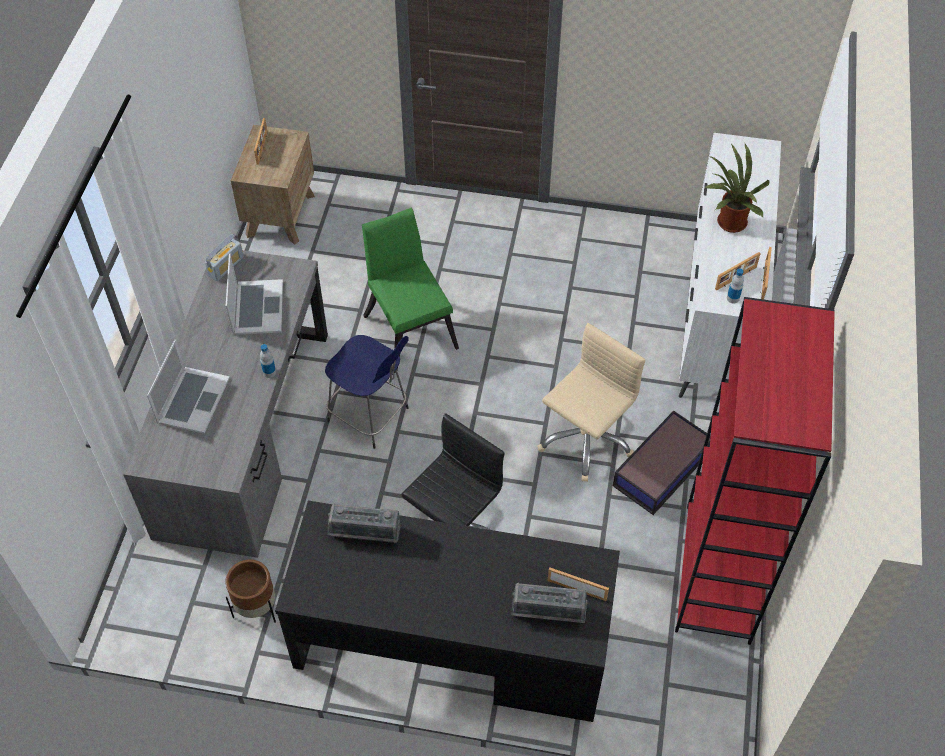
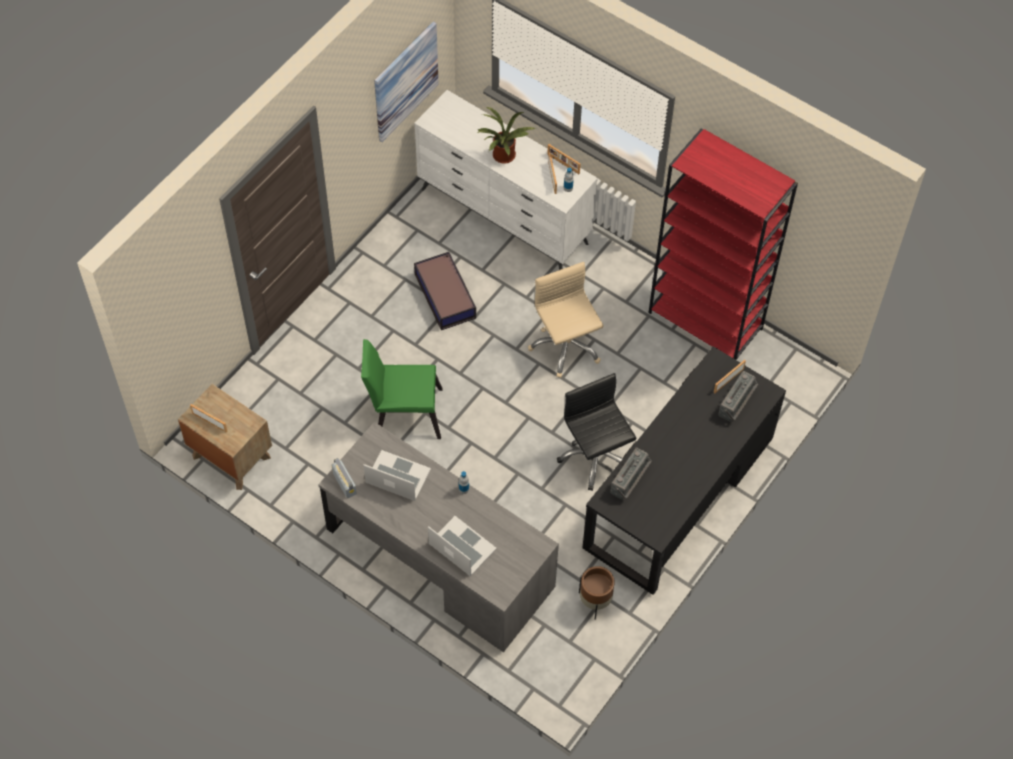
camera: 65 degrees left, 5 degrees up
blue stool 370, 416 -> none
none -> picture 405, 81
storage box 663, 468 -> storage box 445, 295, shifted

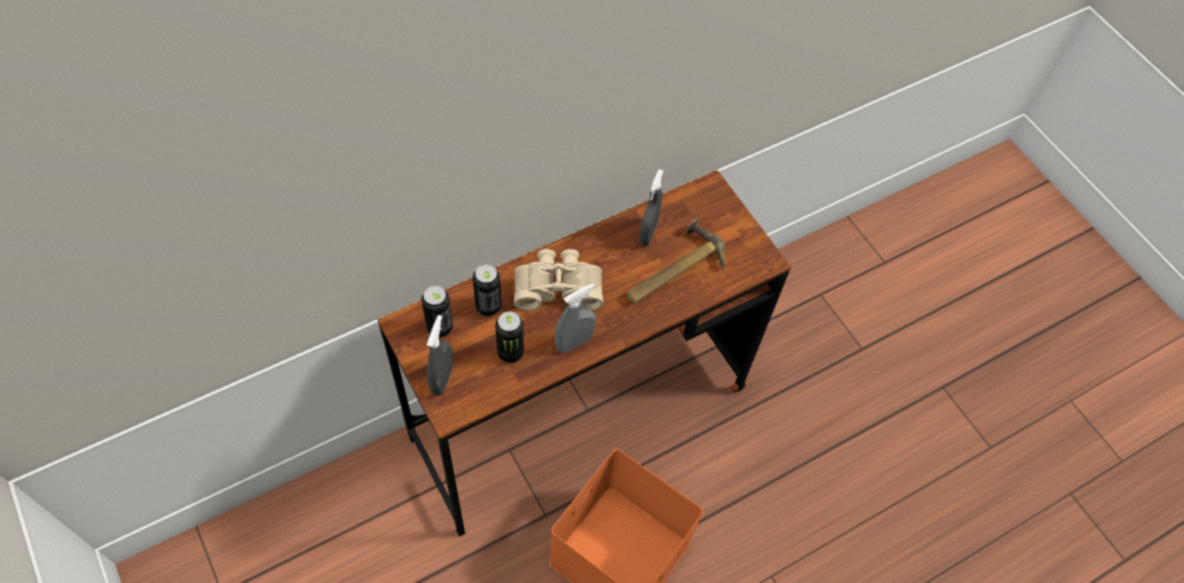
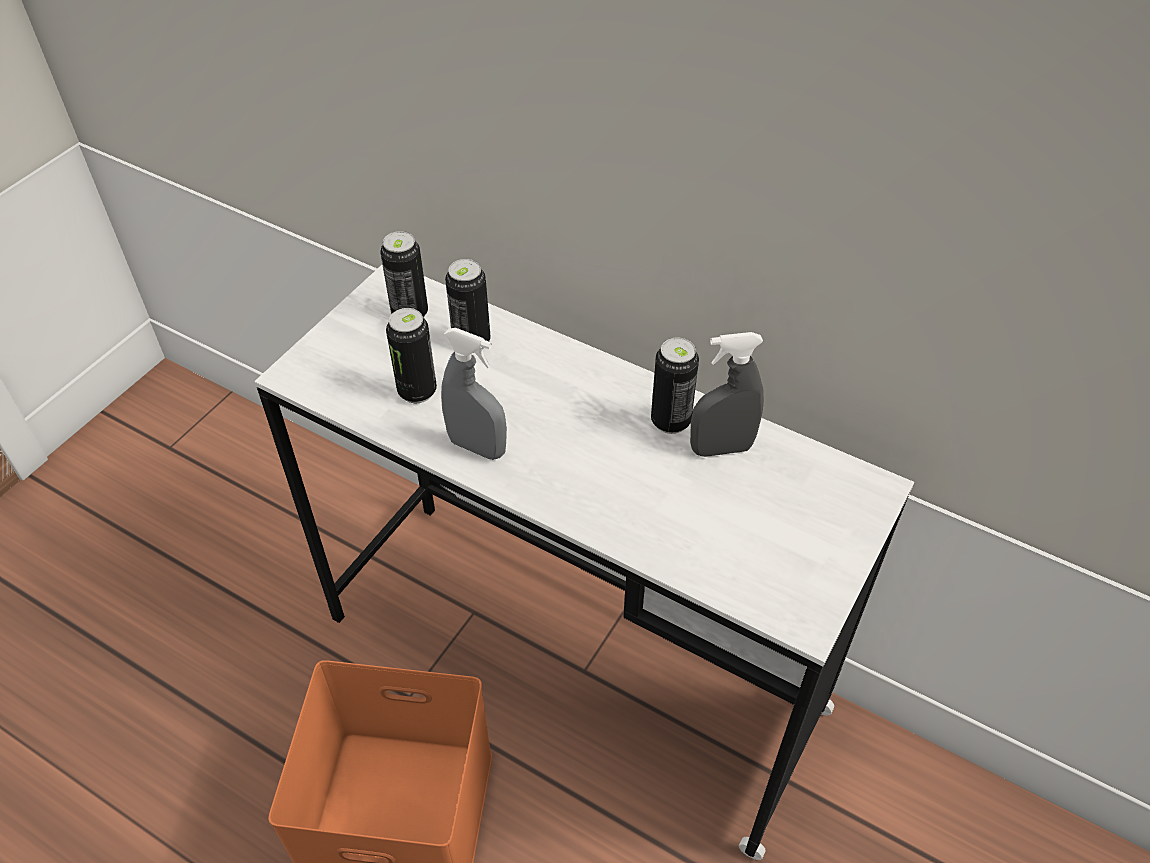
camera: 65 degrees right, 10 degrees down
grey spray bottle 442, 379 -> none
beige binoculars 558, 286 -> none
hammer 672, 269 -> none
none -> can 670, 421
brown desk 579, 413 -> white desk 573, 662

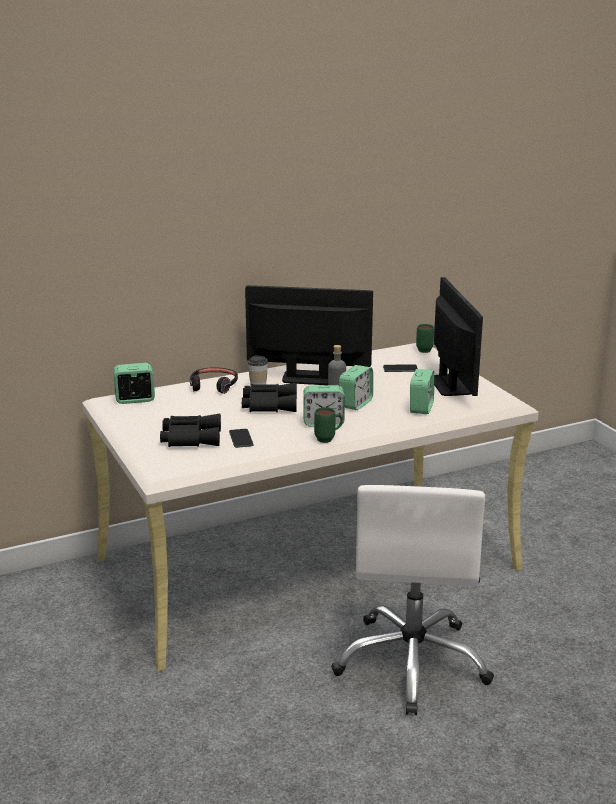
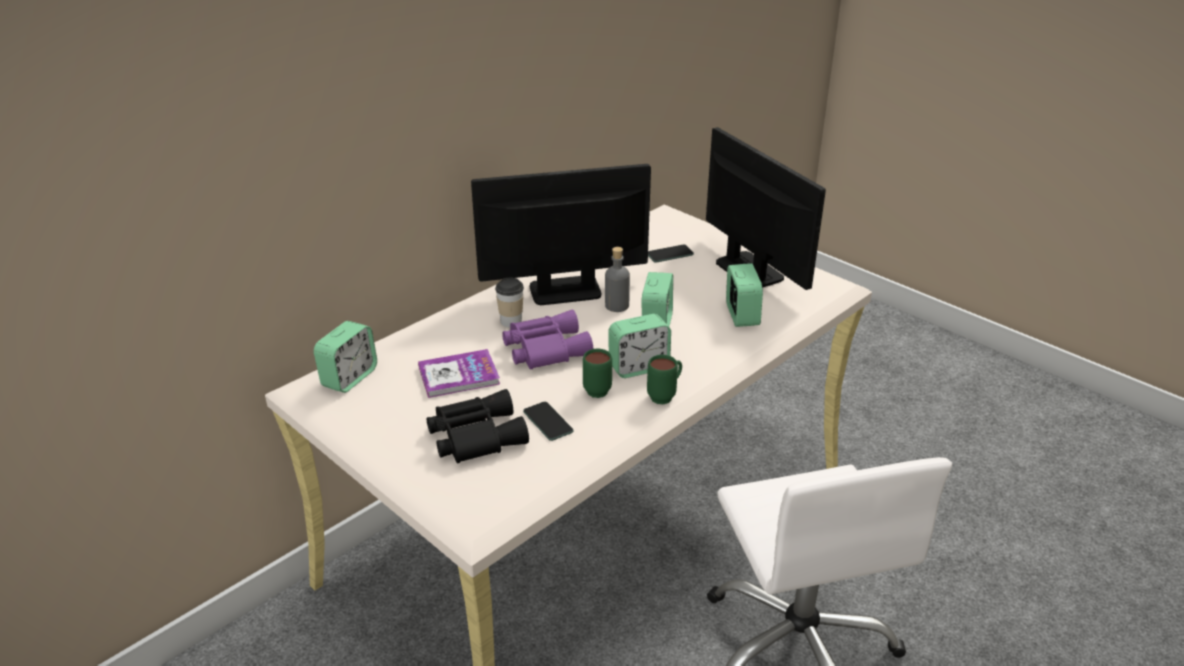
camera: 20 degrees left, 10 degrees up
black headphones 213, 386 -> none
none -> book 459, 375
green mug 424, 349 -> green mug 596, 388, shifted
black binoculars 269, 404 -> purple binoculars 544, 348
alarm clock 135, 400 -> alarm clock 349, 378, 150 degrees clockwise

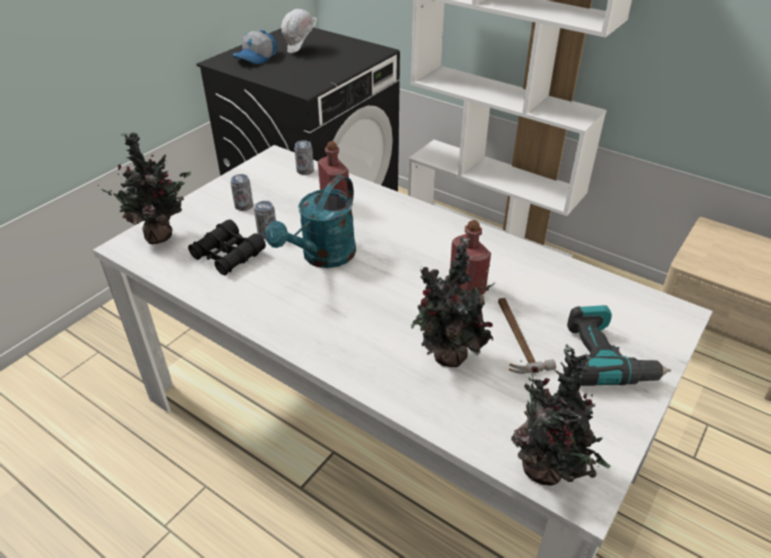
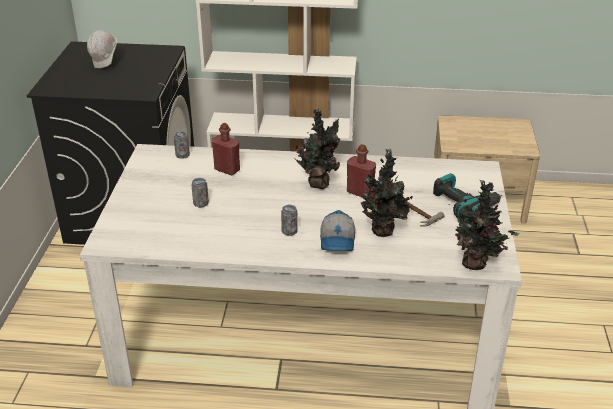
camera: 30 degrees left, 5 degrees down
black binoculars 228, 255 -> none
turquoise watering can 322, 257 -> none
potted plant 161, 235 -> potted plant 319, 183, shifted
can 244, 206 -> can 289, 231, shifted
cap 256, 58 -> cap 338, 241, shifted

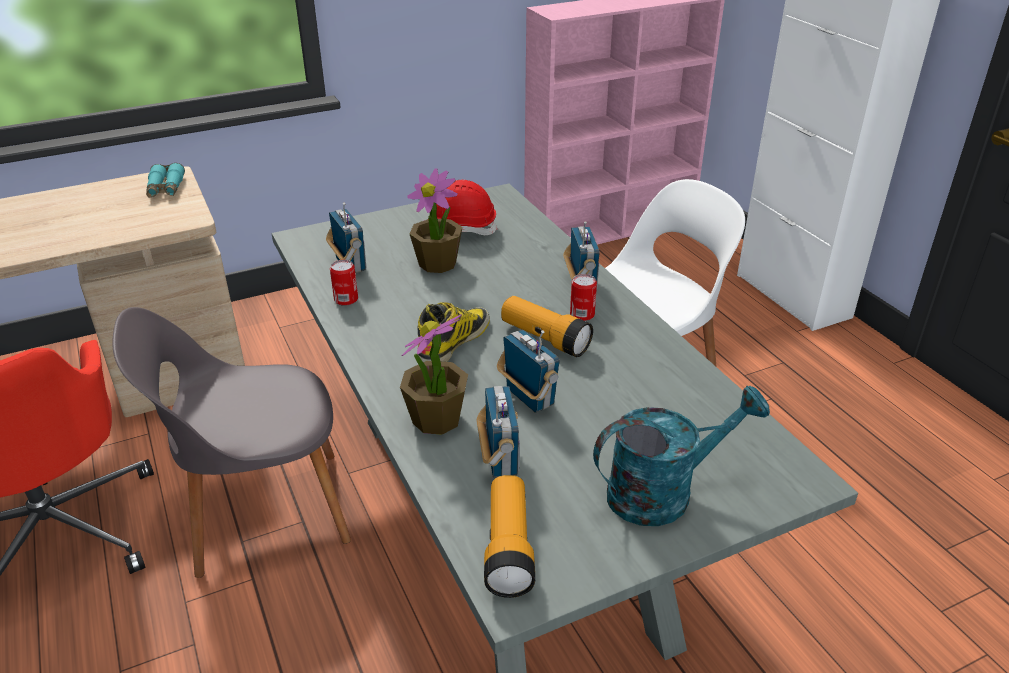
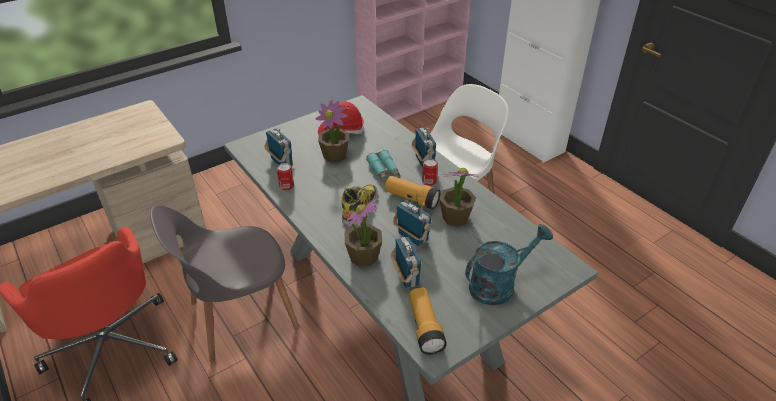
camera: 10 degrees left, 5 degrees up
none -> potted plant 455, 218
turquoise binoculars 166, 188 -> turquoise binoculars 384, 171, shifted

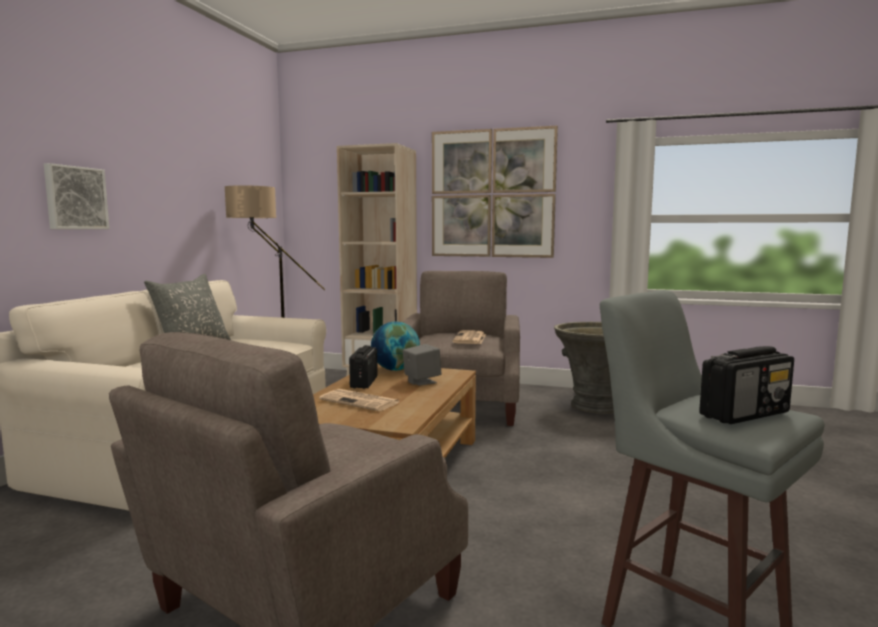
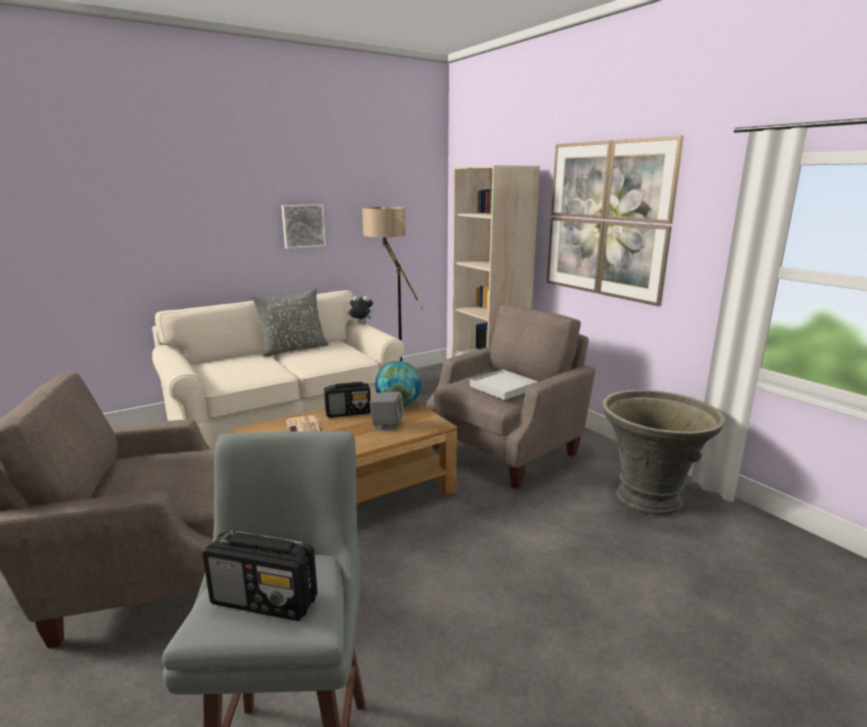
camera: 40 degrees right, 10 degrees up
none -> plush toy 361, 324
picture 75, 198 -> picture 303, 226, shifted
newspaper 470, 338 -> white tray 503, 387
radio 364, 382 -> radio 348, 412, 150 degrees counterclockwise

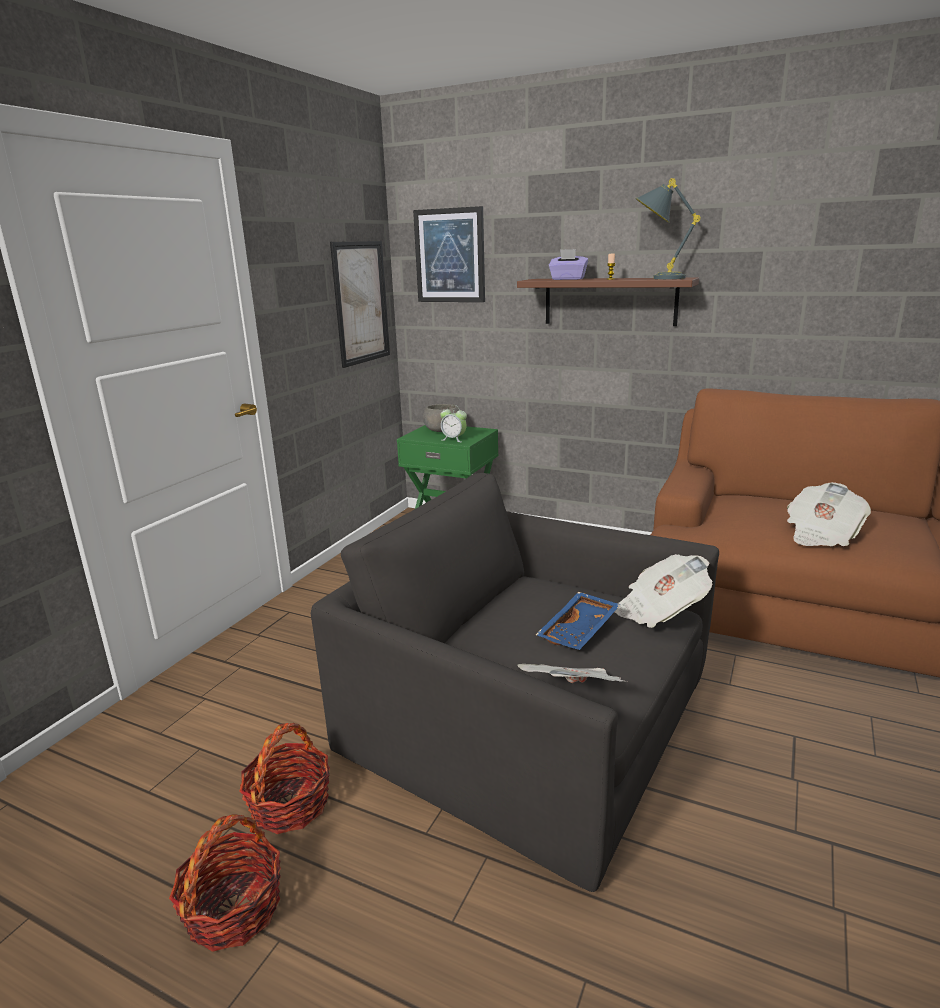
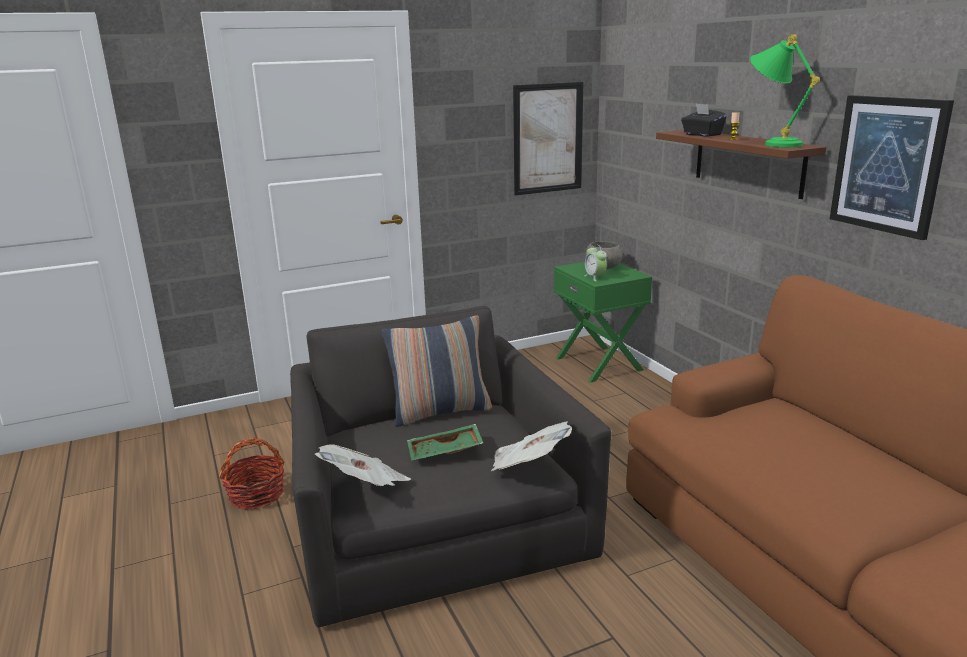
camera: 40 degrees right, 0 degrees up
basket 234, 909 -> none
newspaper 821, 534 -> none
none -> pillow 440, 412
picture 450, 256 -> picture 888, 165, shifted
blue tray 580, 631 -> green tray 445, 452
purple tissue box 568, 279 -> black tissue box 702, 135
grey table lamp 656, 278 -> green table lamp 771, 144

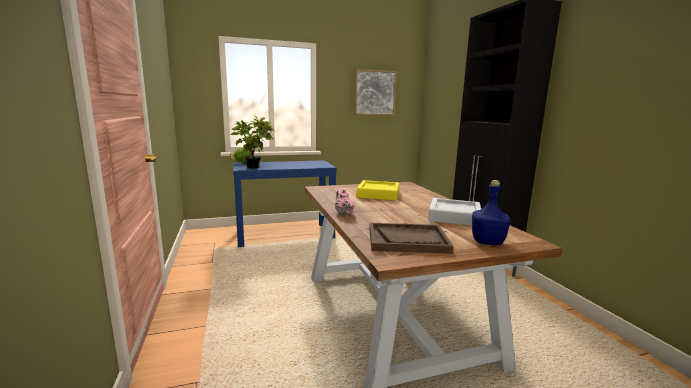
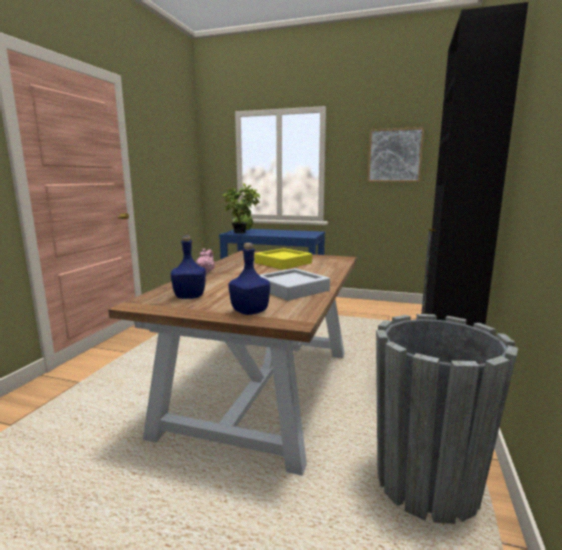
camera: 35 degrees right, 0 degrees up
none -> grey planter 427, 483
brown tray 407, 240 -> blue bottle 190, 297

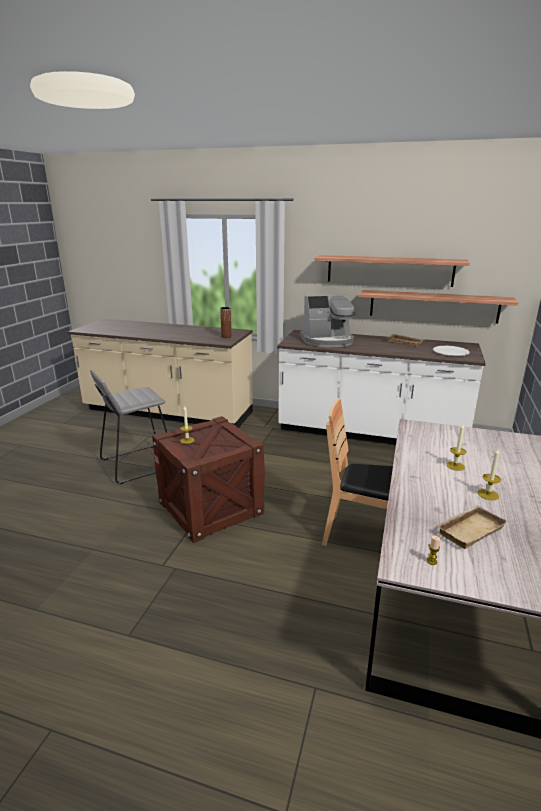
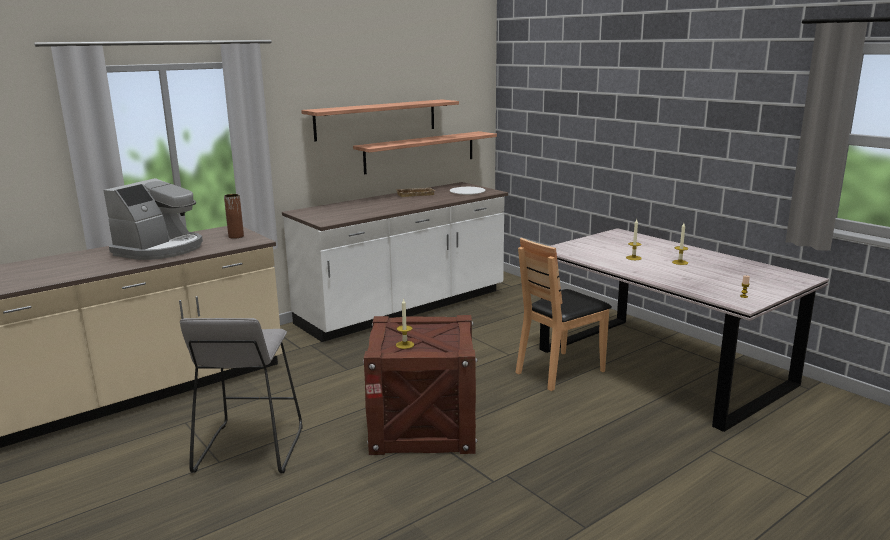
camera: 55 degrees left, 5 degrees down
beige tray 469, 529 -> none
coffee machine 328, 341 -> coffee machine 160, 249, shifted

